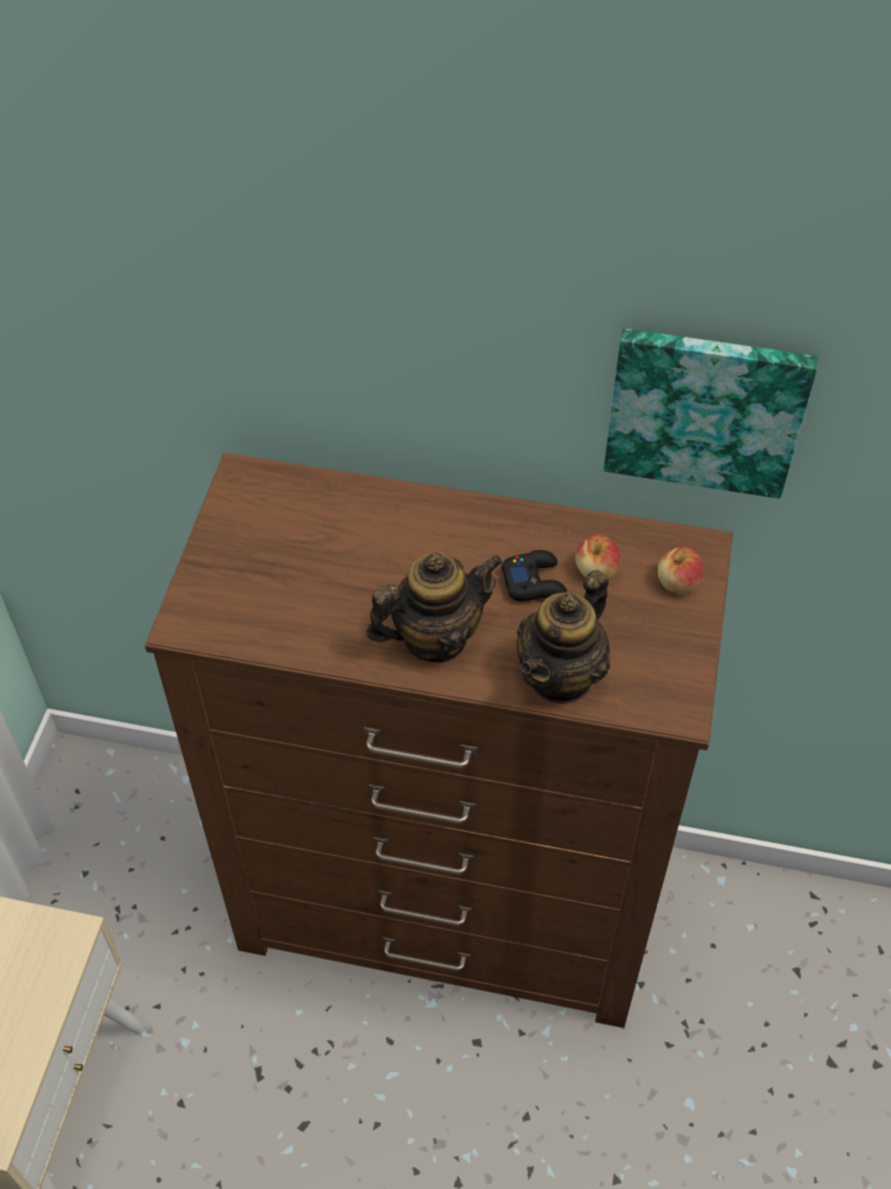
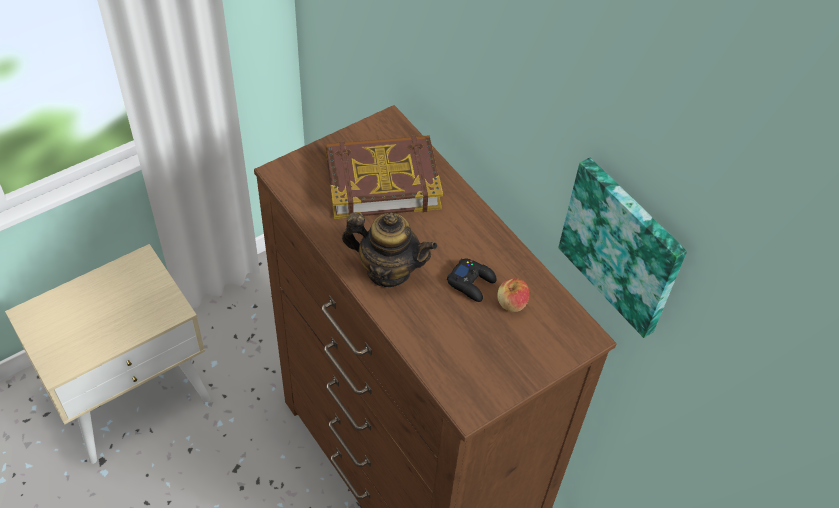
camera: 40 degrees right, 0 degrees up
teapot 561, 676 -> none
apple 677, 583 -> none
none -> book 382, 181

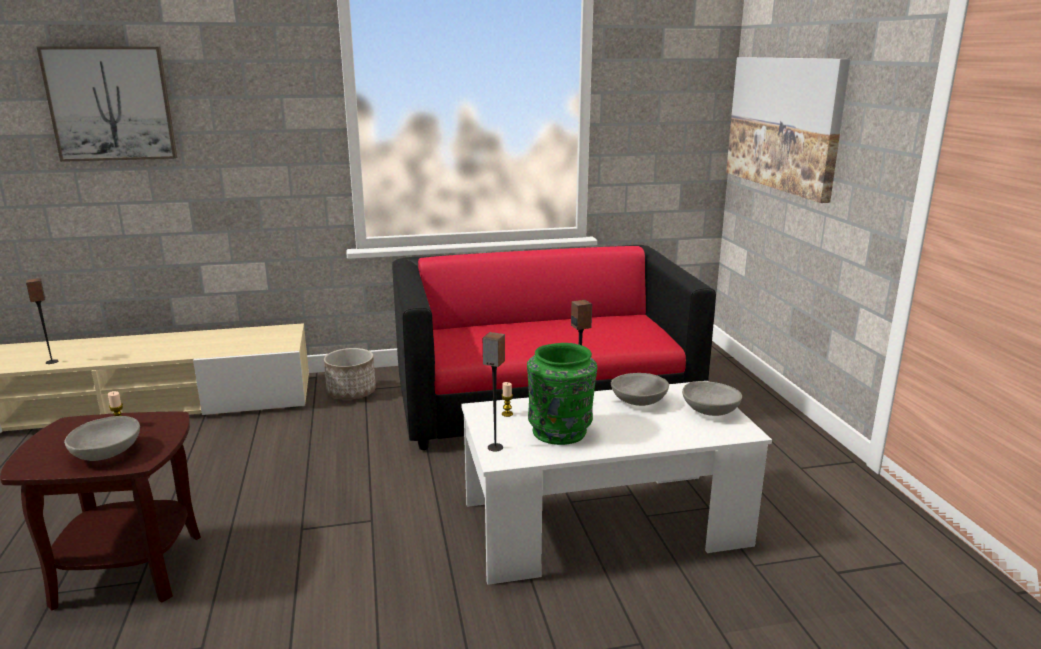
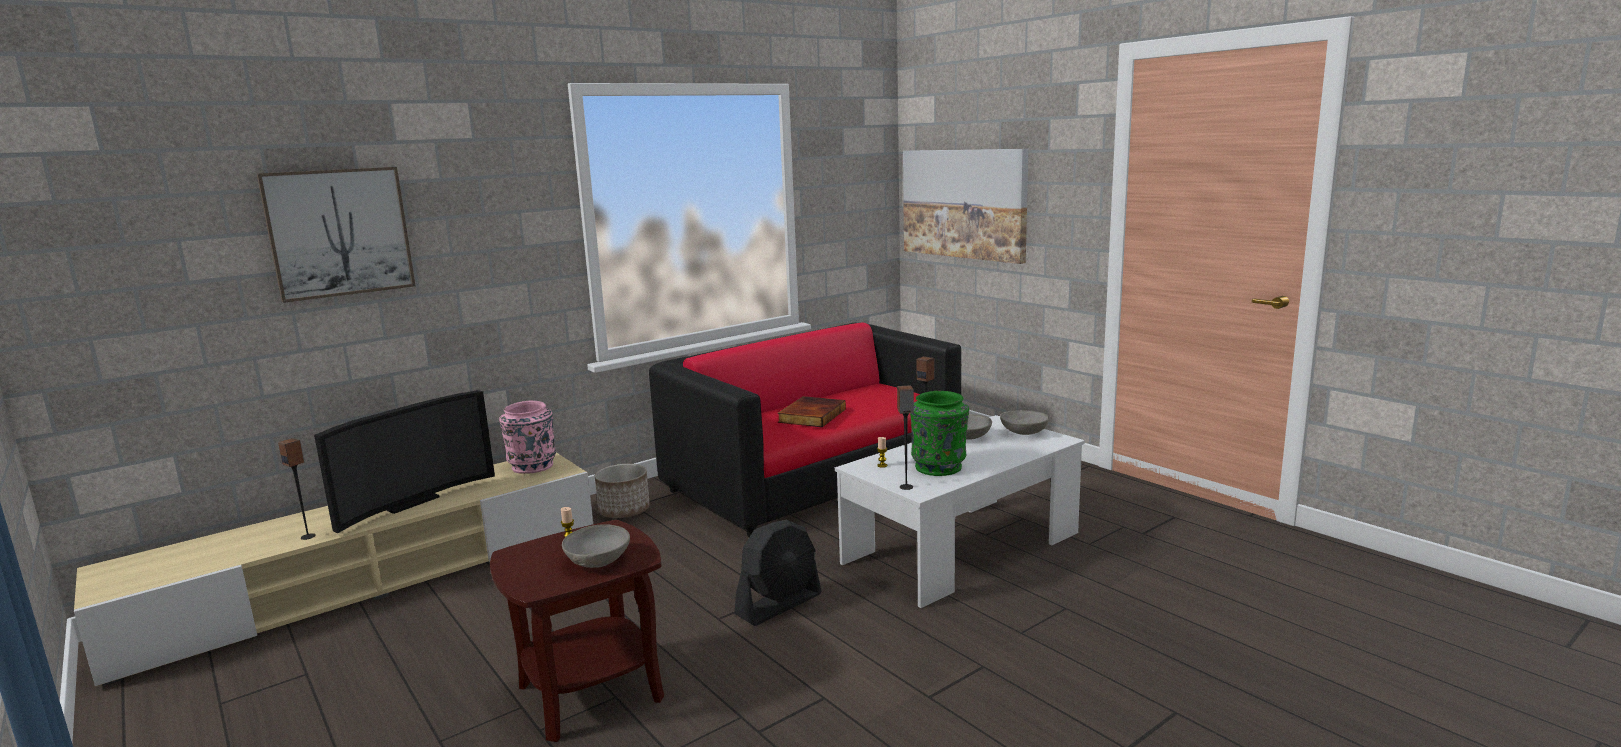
camera: 25 degrees left, 5 degrees down
none -> television 408, 502
none -> pink vase 532, 467
none -> black fan 779, 604
none -> book 811, 415

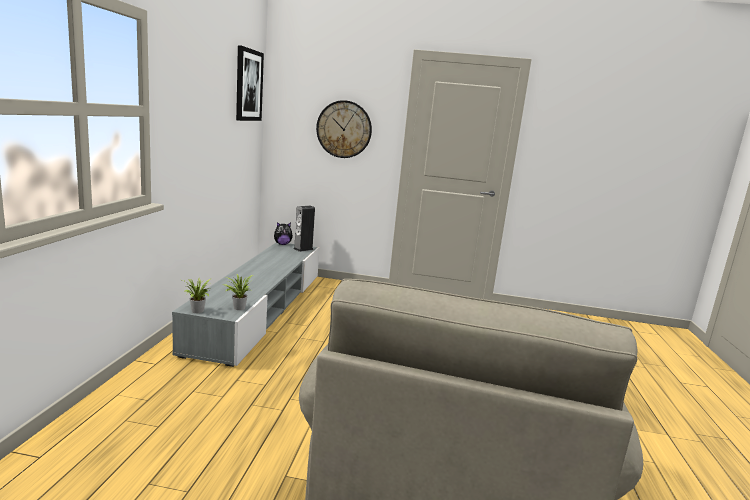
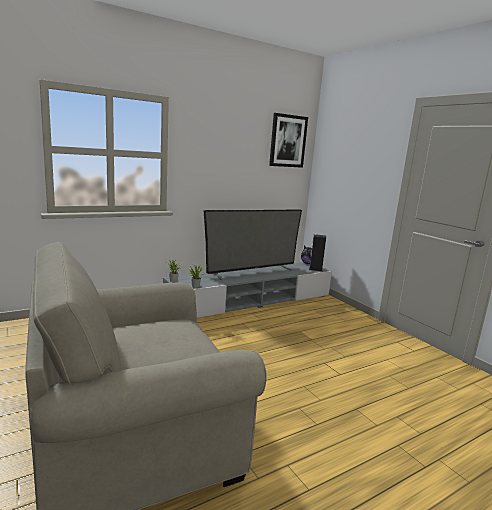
camera: 50 degrees right, 0 degrees up
wall clock 344, 129 -> none
none -> television 252, 271

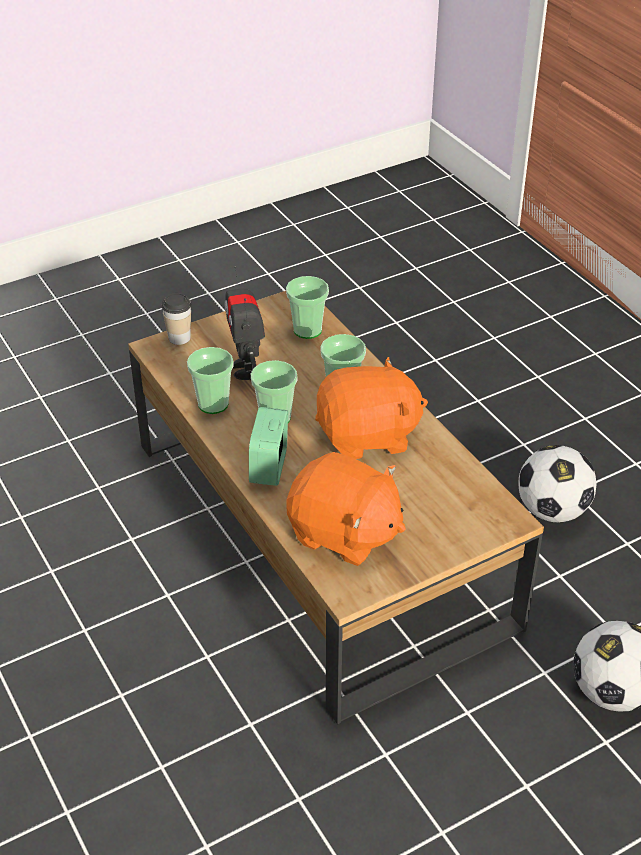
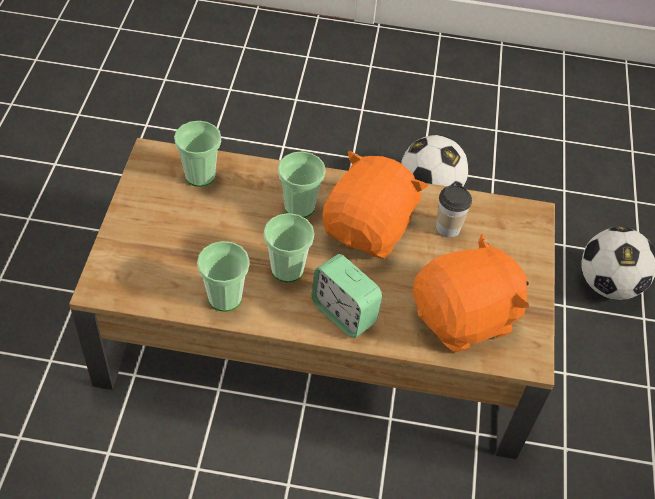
camera: 55 degrees left, 10 degrees up
toy robot 246, 369 -> none
cup 179, 337 -> cup 448, 228, shifted

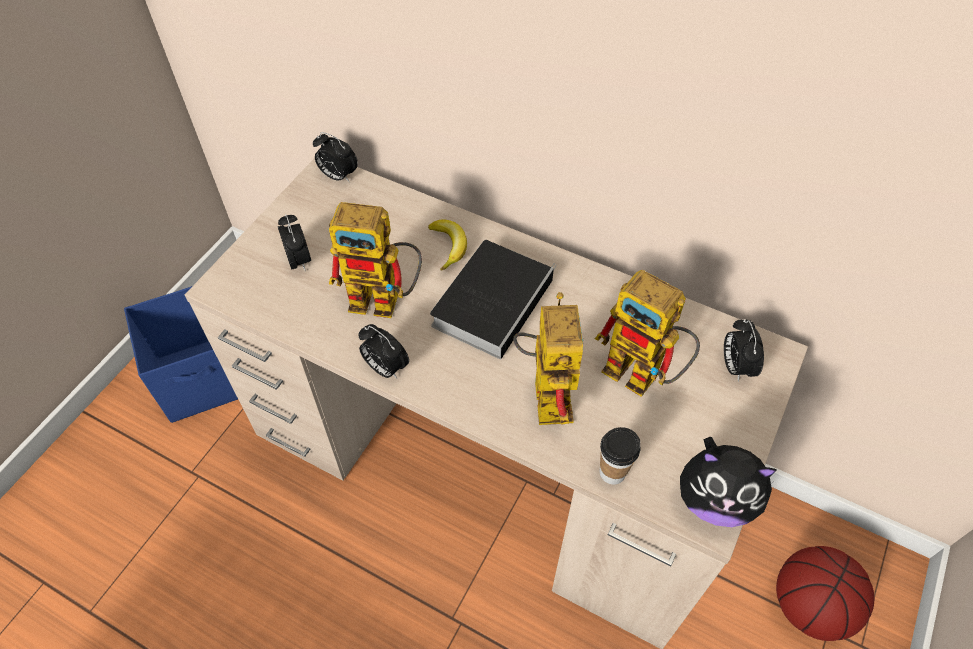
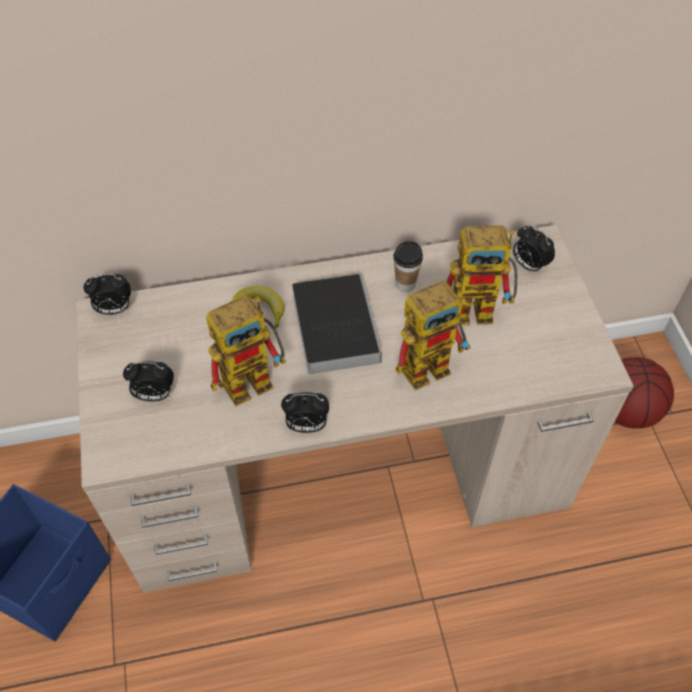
camera: 40 degrees left, 0 degrees up
plush toy 714, 499 -> none
cup 612, 472 -> cup 405, 284, shifted
alarm clock 299, 261 -> alarm clock 154, 395, 150 degrees clockwise
toy robot 546, 391 -> toy robot 432, 363, 105 degrees clockwise

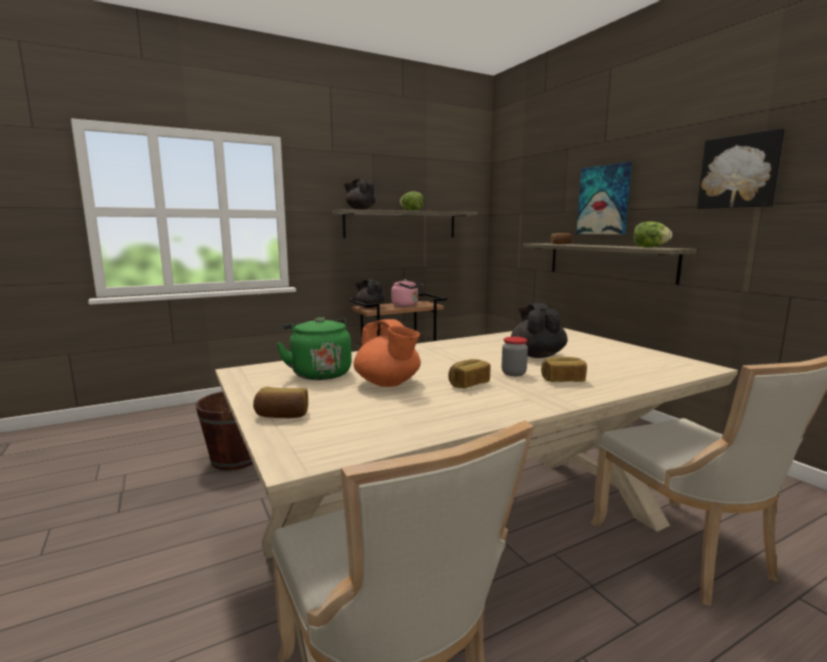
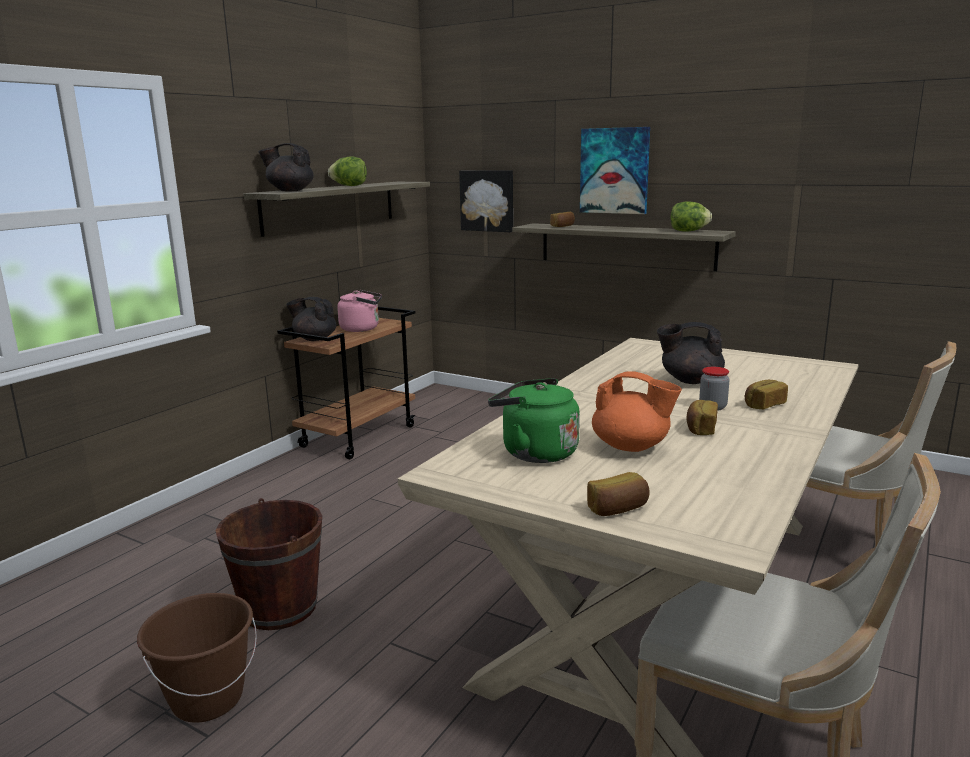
camera: 30 degrees left, 5 degrees up
none -> brown bucket 207, 699
picture 739, 172 -> picture 487, 200, shifted
black teapot 537, 355 -> black teapot 689, 380, 45 degrees counterclockwise

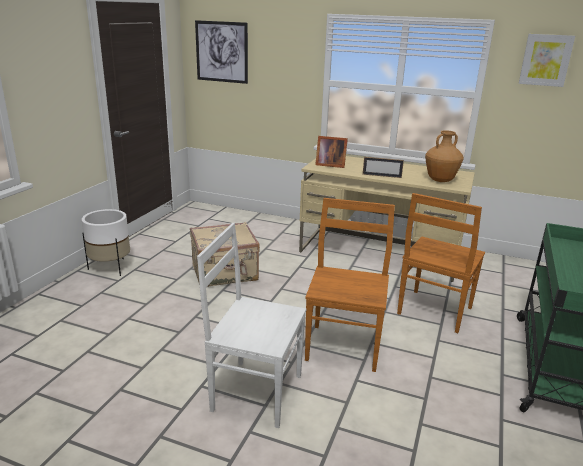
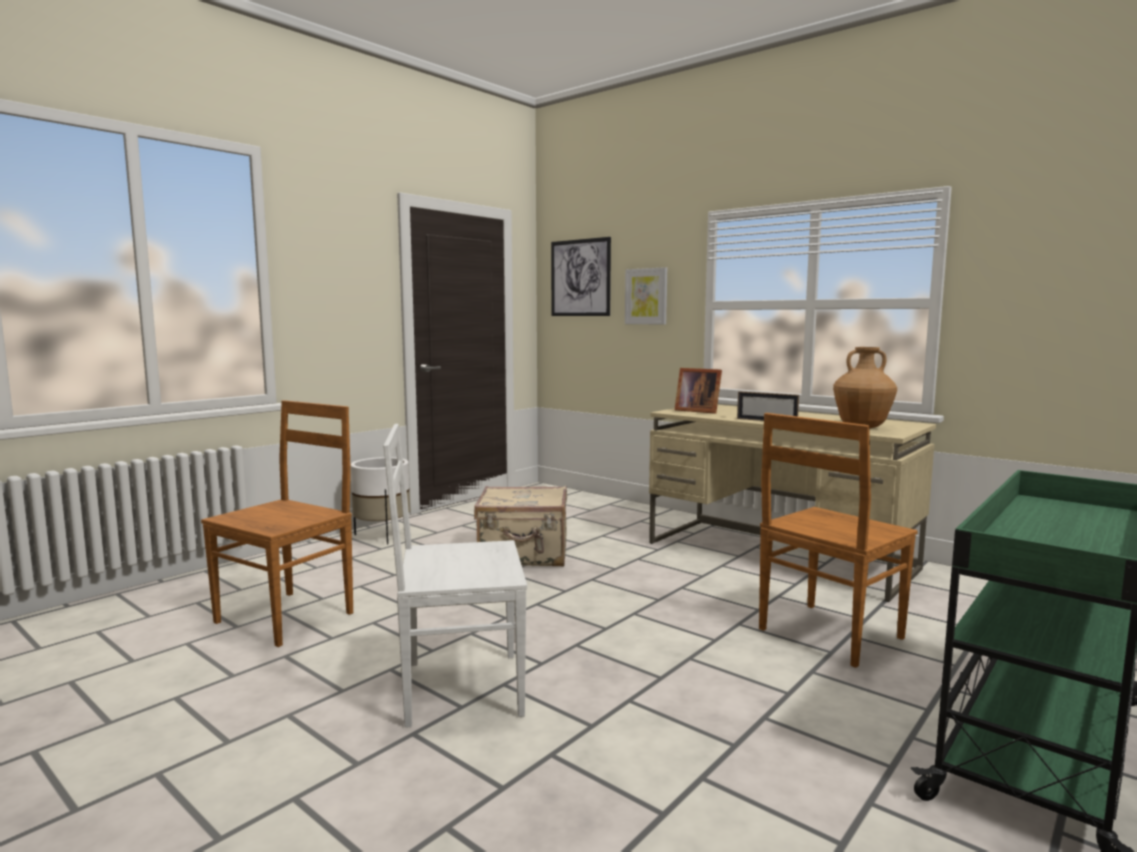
camera: 20 degrees right, 15 degrees down
brown chair 344, 346 -> brown chair 288, 616, shifted
picture 545, 60 -> picture 646, 296, shifted
white chair 254, 392 -> white chair 459, 688, 45 degrees counterclockwise

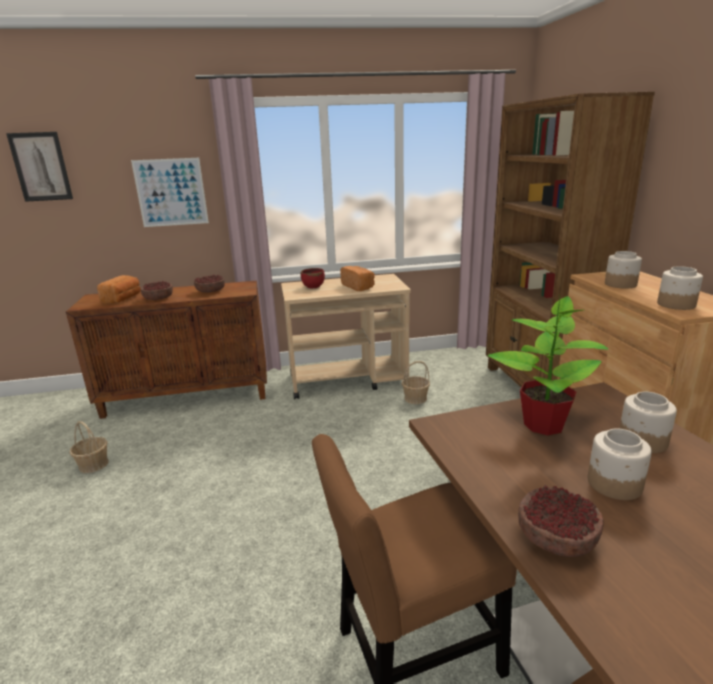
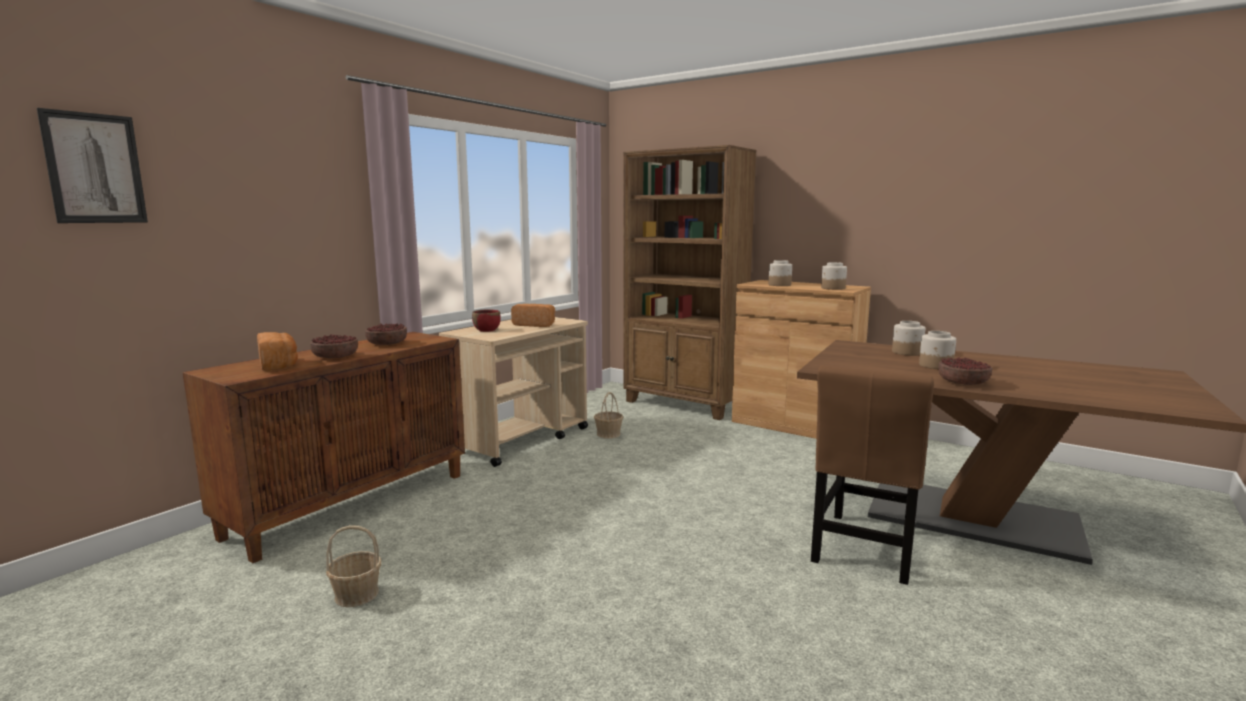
camera: 45 degrees left, 10 degrees down
picture 171, 192 -> none
potted plant 543, 424 -> none

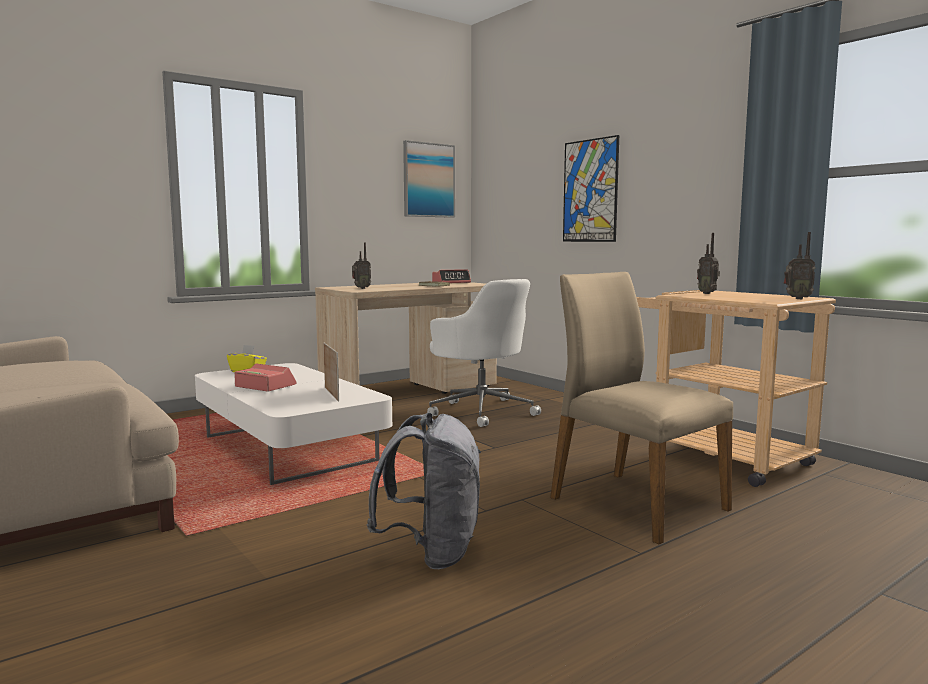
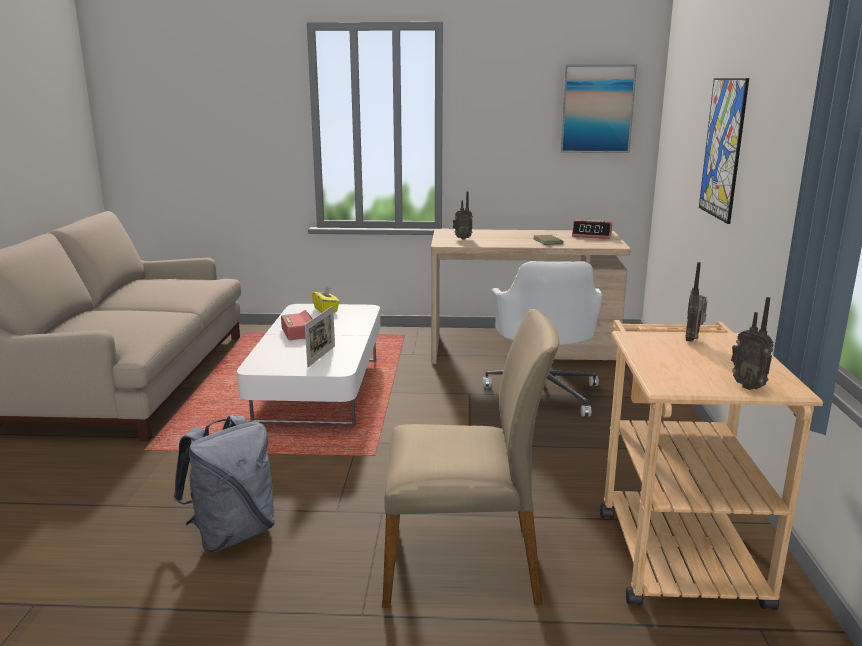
camera: 40 degrees right, 10 degrees up
beige chair 635, 503 -> beige chair 463, 562, 90 degrees clockwise

